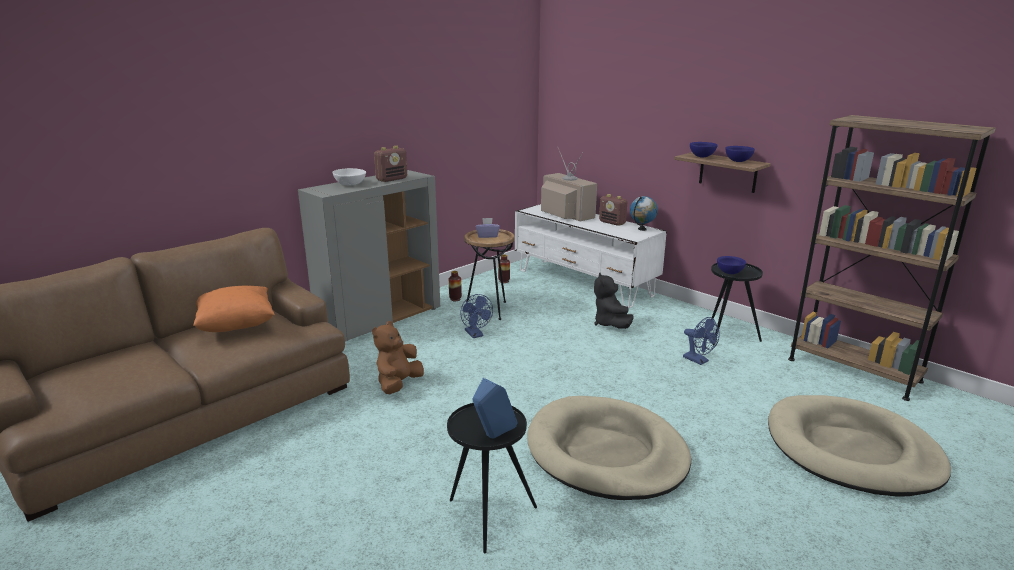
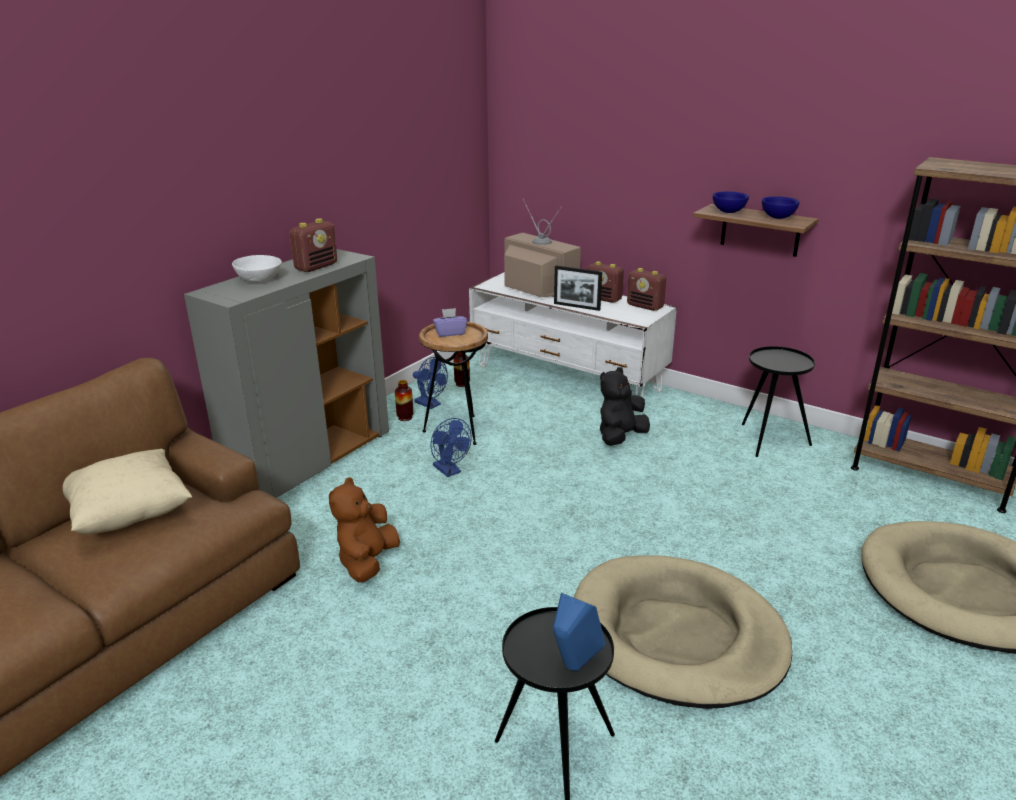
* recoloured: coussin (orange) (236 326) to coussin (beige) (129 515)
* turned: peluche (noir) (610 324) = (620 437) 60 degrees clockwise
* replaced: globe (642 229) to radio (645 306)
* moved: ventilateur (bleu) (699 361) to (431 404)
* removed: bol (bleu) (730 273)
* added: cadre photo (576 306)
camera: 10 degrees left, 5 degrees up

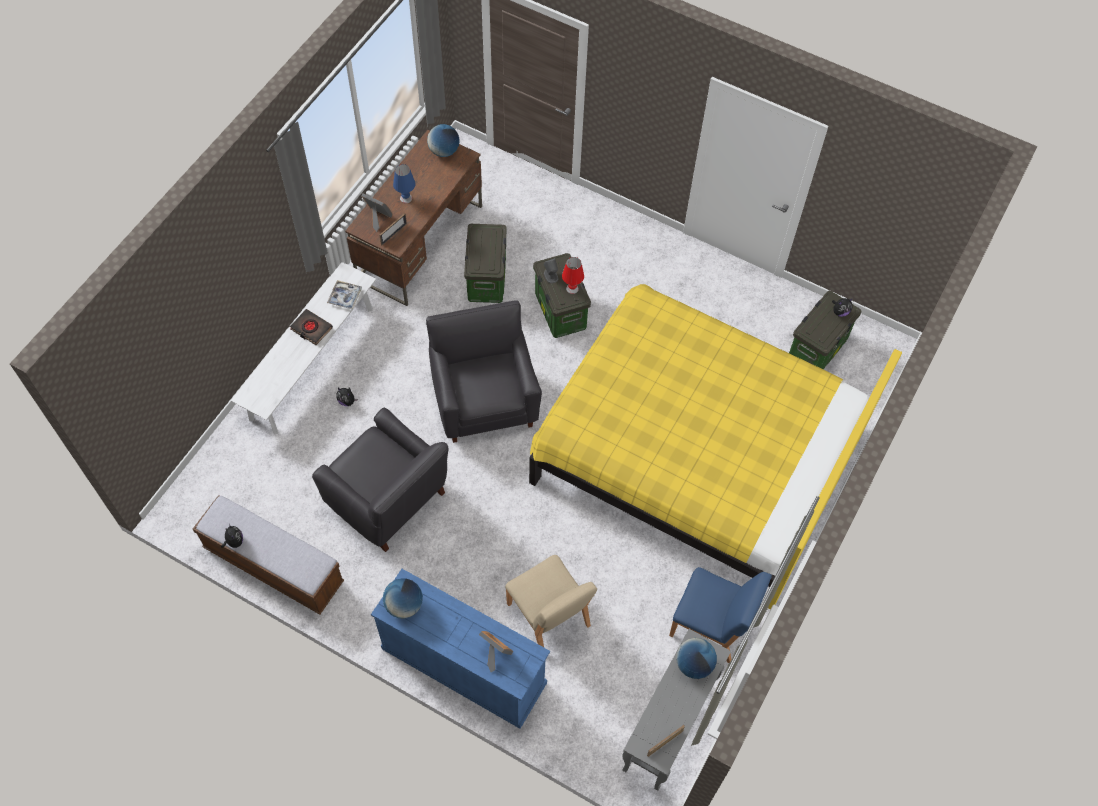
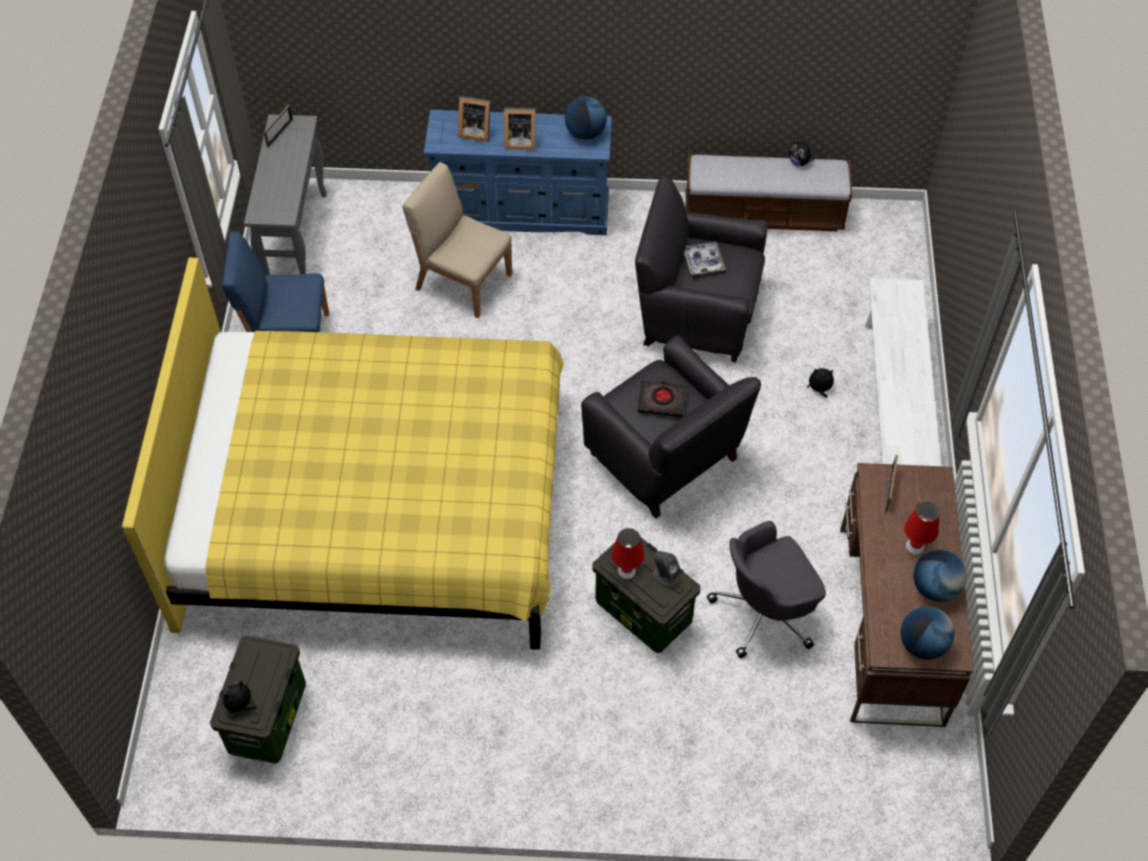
* moved: livre (noir) (311 329) to (662 401)
* moved: plateau (345 297) to (703 261)
* moved: cadre photo (377 218) to (519 141)
* recoloured: lampe de table (bleu) (406 198) to lampe de table (rouge) (914 546)
* replaced: boîte de rangement (487 280) to chaise de bureau (gris) (765 612)
* moved: globe (694 664) to (934 588)
camera: 155 degrees right, 5 degrees down

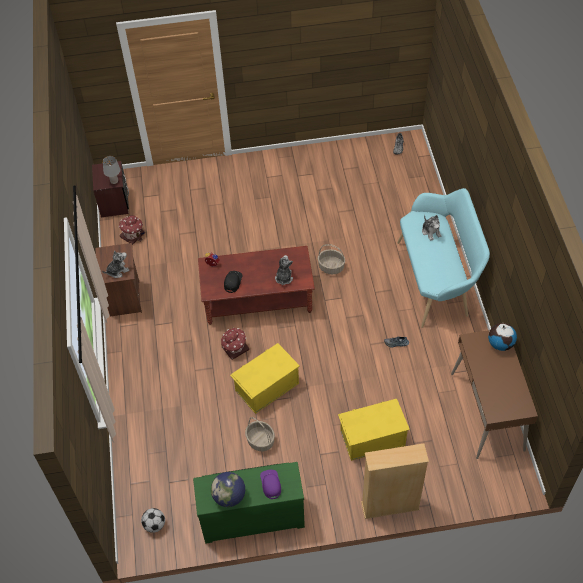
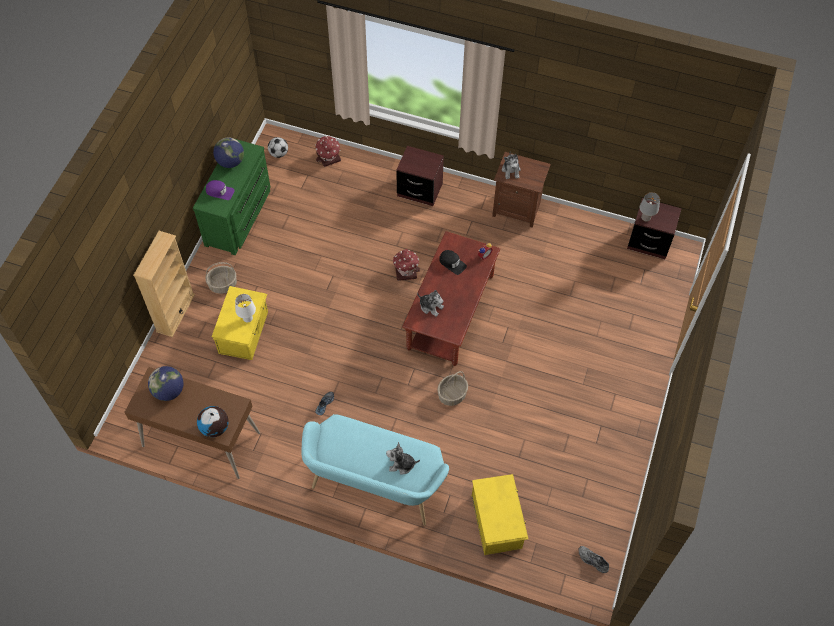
* moved: maison miniature (133 235) to (328 157)
* moved: boîte de rangement (jaune) (266 386) to (497 521)
* moved: panier (260 440) to (223 284)
* added: globe (169 391)
* added: lampe de table (blanc) (248 319)
* added: table de chevet (marron) (419 190)
camera: 115 degrees right, 5 degrees up

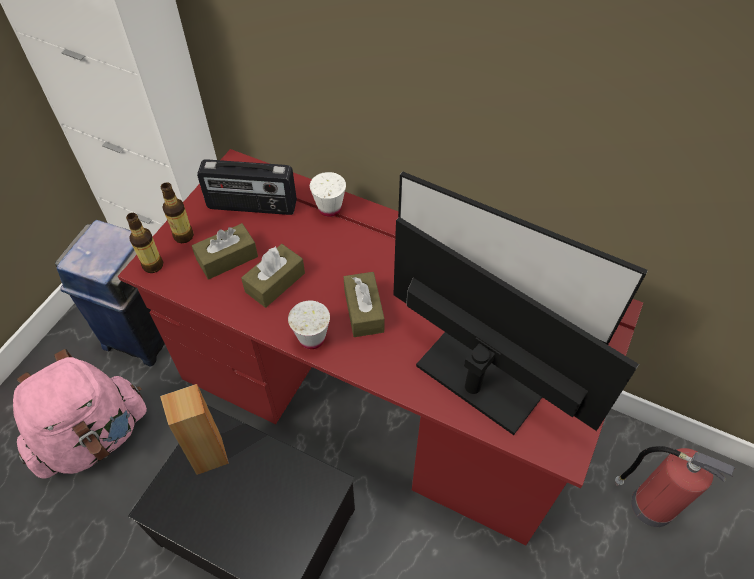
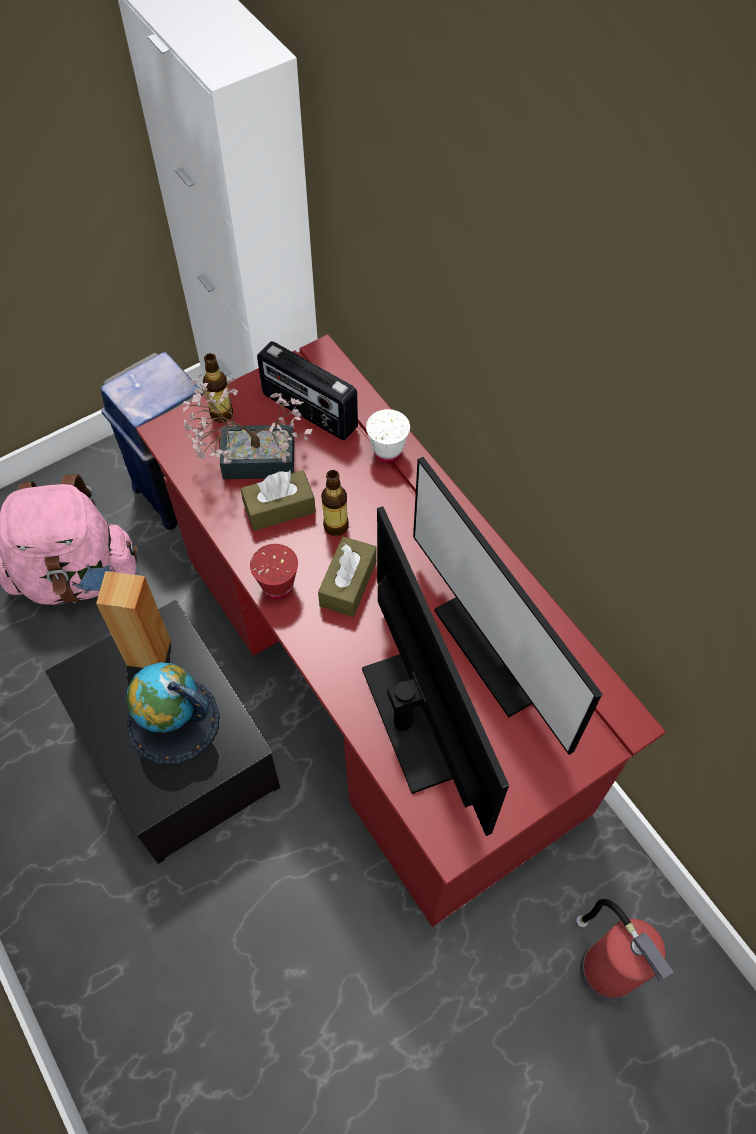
* moved: bouteille (153 265) to (336 526)
* replaced: boîte à mouchoirs (marron) (227 258) to plante en pot (249 459)
* recoloured: tasse (blanc) (312 338) to tasse (rouge) (277 586)
* added: globe (173 721)
camera: 30 degrees right, 5 degrees up

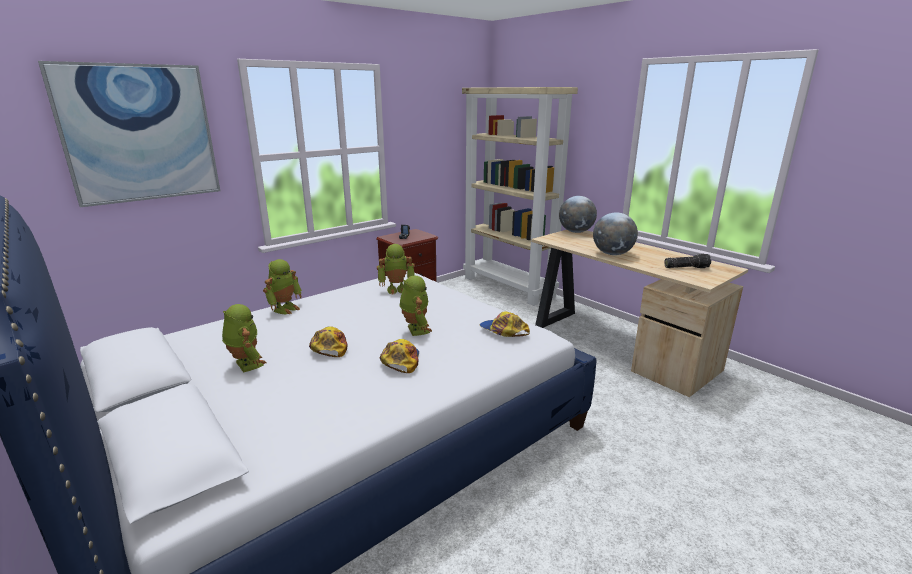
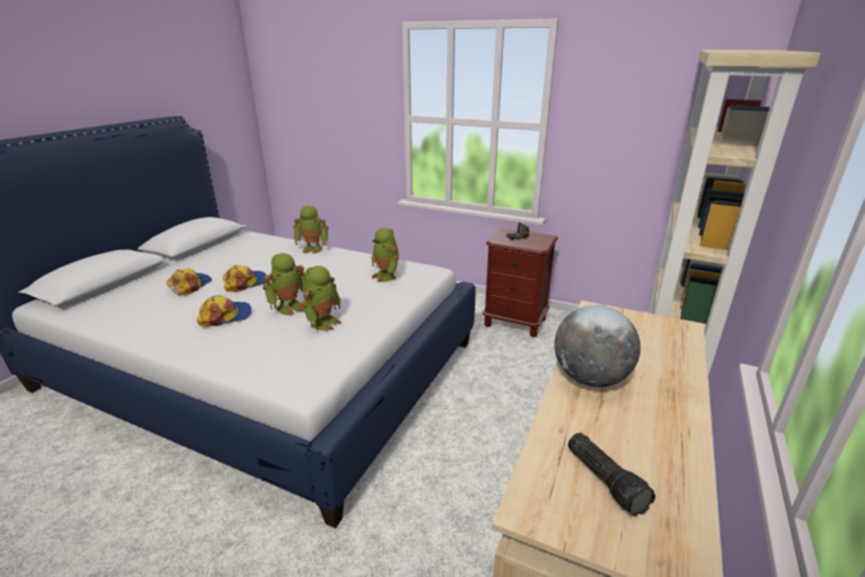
* removed: tableau (139 134)
* moved: robot jouet (246 364) to (323 322)
* moved: casquette (503 331) to (190 285)
* removed: globe (576 232)
camera: 65 degrees right, 5 degrees up

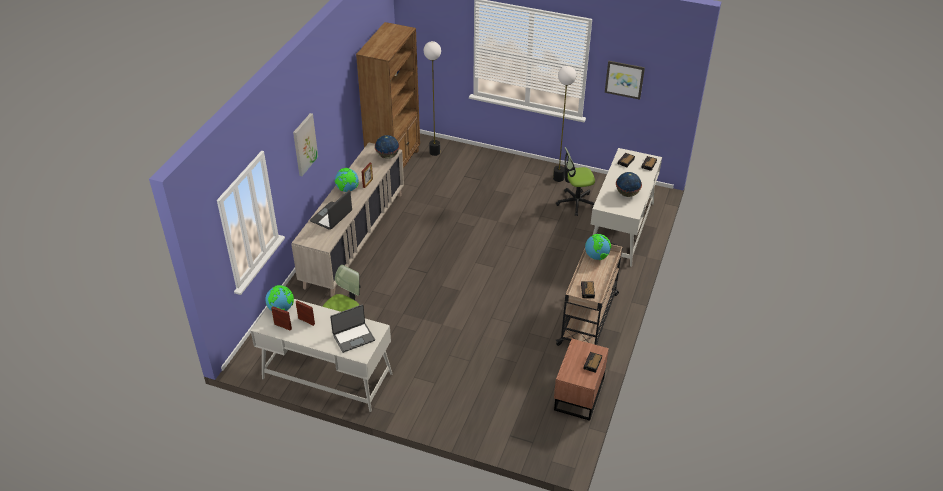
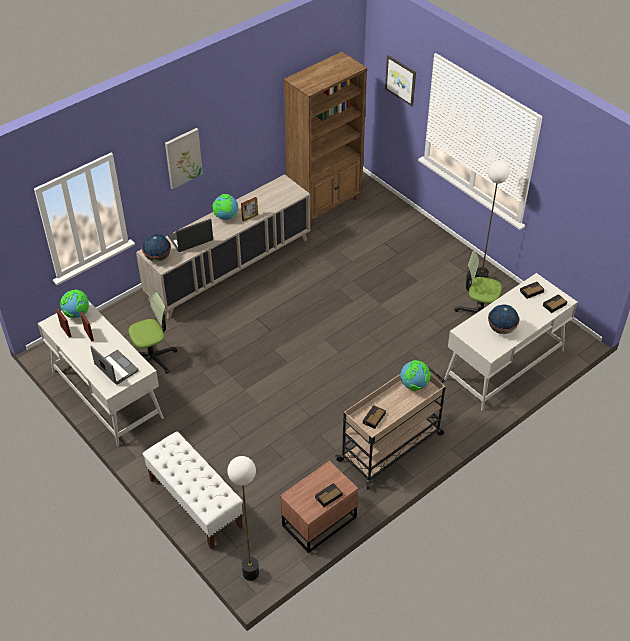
* turned: ordinateur portable (353 337) = (116 368) 135 degrees counterclockwise
* moved: globe (387 156) to (157 257)
* moved: lampadaire (434 152) to (250 573)
* moved: tableau (624 79) to (401 80)
* added: banc (blanc) (195 503)
camera: 30 degrees right, 5 degrees up

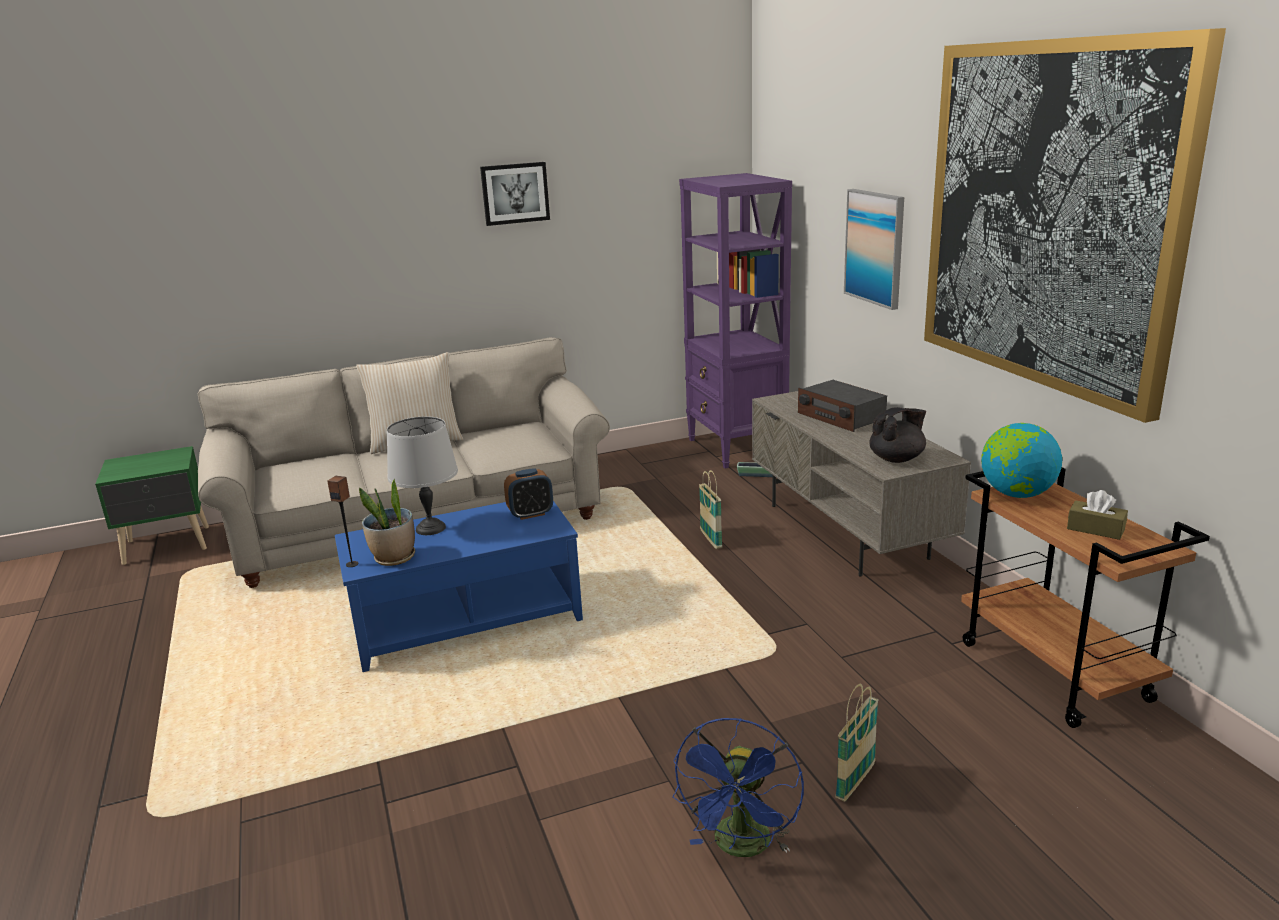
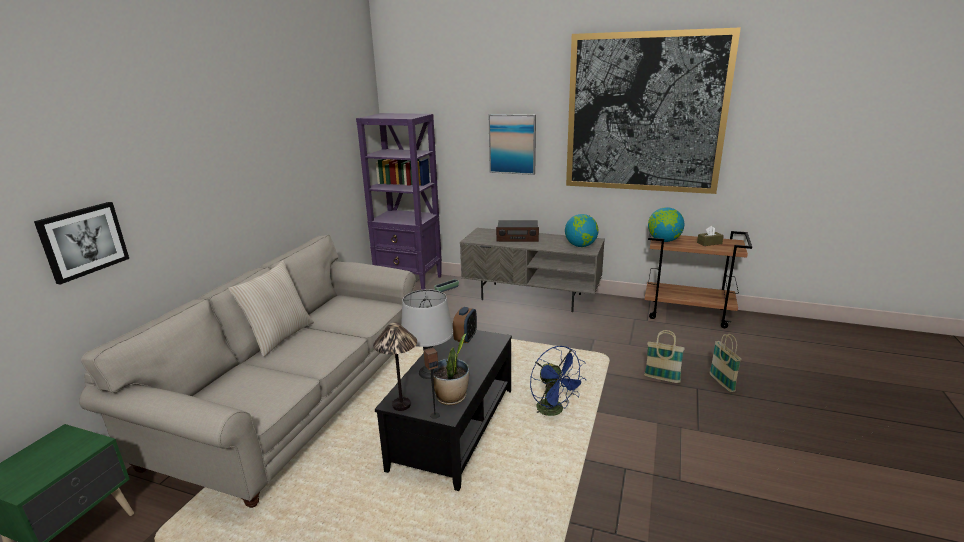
* recoloured: table basse (bleu) (466 620) to table basse (noir) (452 427)
* moved: tableau (515 193) to (83 241)
* moved: ventilateur (bleu) (742 848) to (554 411)
* moved: panier (710 539) to (662 379)
* replaced: théière (noir) (897 459) to globe (581 246)
* added: lampe de table (401 405)
camera: 50 degrees left, 0 degrees up

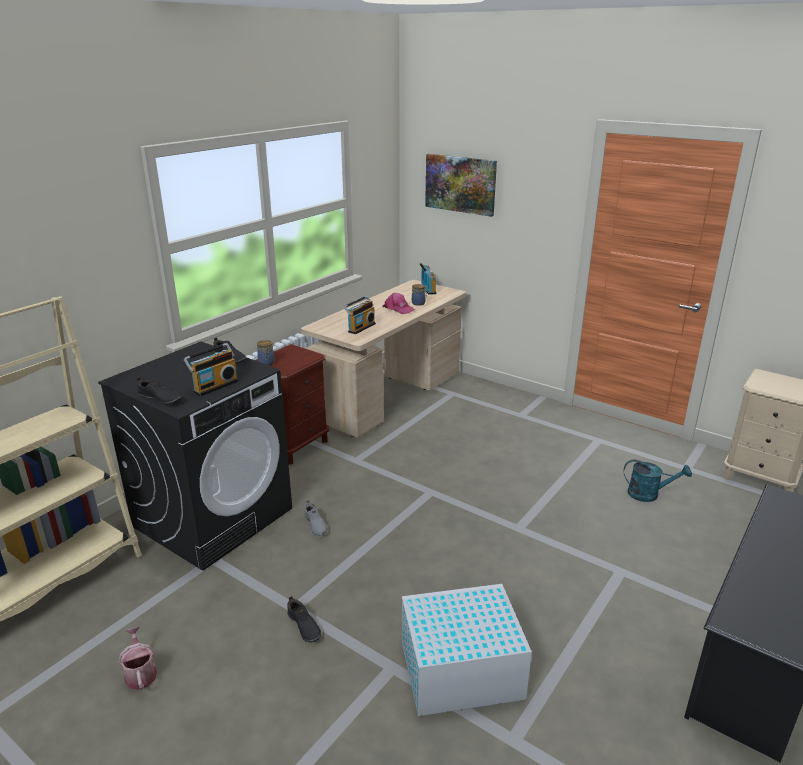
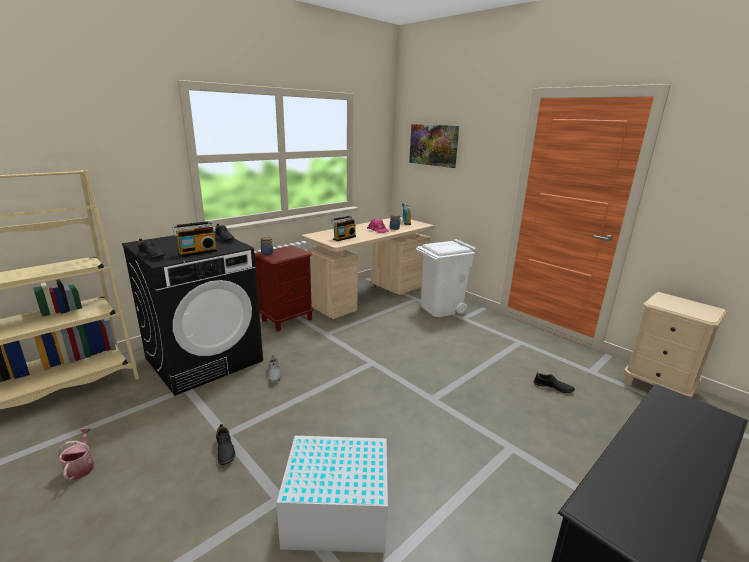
* replaced: arrosoir (turquoise) (649 494) to chaussure (noir) (553 387)
* added: poubelle (blanc) (441 308)
camera: 10 degrees right, 5 degrees down

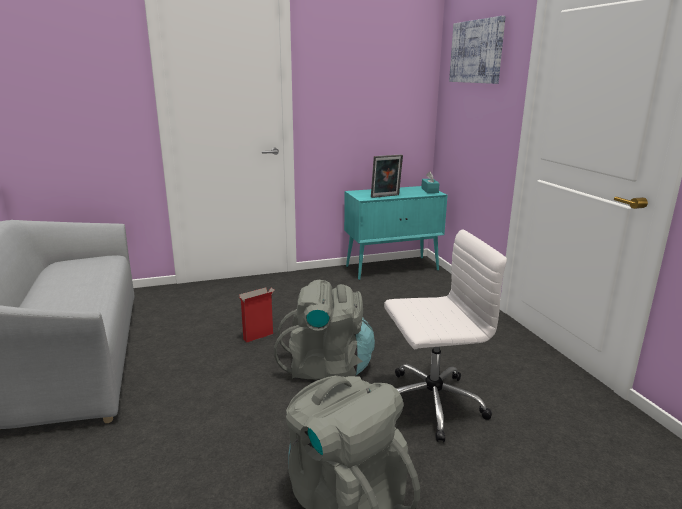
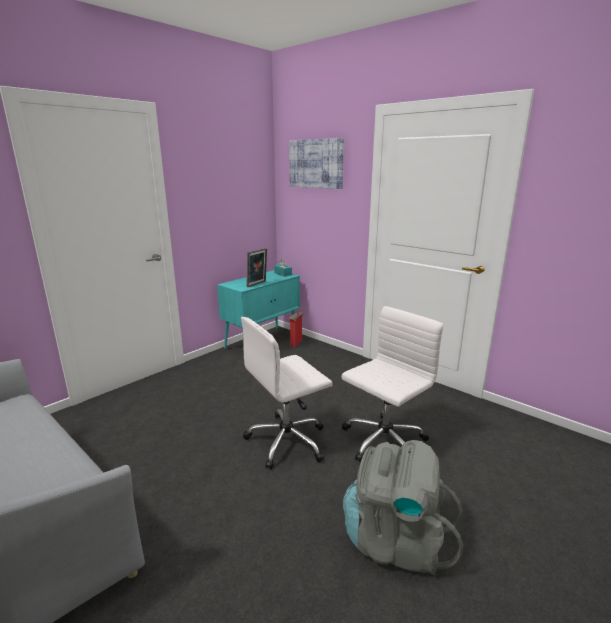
* moved: carton (259 336) to (296 343)
* replaced: sac à dos (gris) (327 367) to chaise de bureau (blanc) (288 441)
camera: 30 degrees left, 0 degrees up

